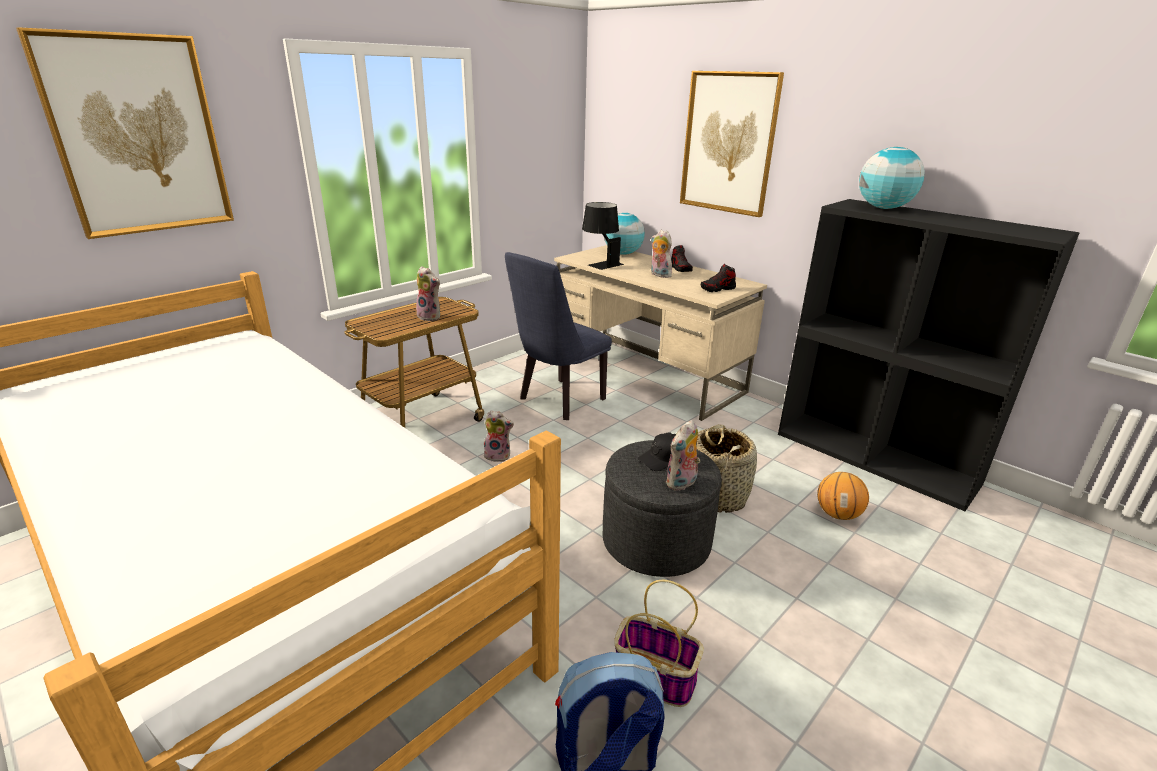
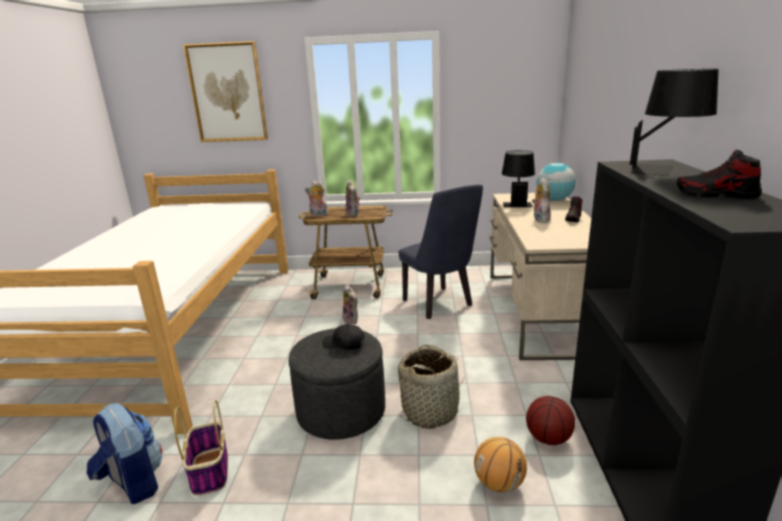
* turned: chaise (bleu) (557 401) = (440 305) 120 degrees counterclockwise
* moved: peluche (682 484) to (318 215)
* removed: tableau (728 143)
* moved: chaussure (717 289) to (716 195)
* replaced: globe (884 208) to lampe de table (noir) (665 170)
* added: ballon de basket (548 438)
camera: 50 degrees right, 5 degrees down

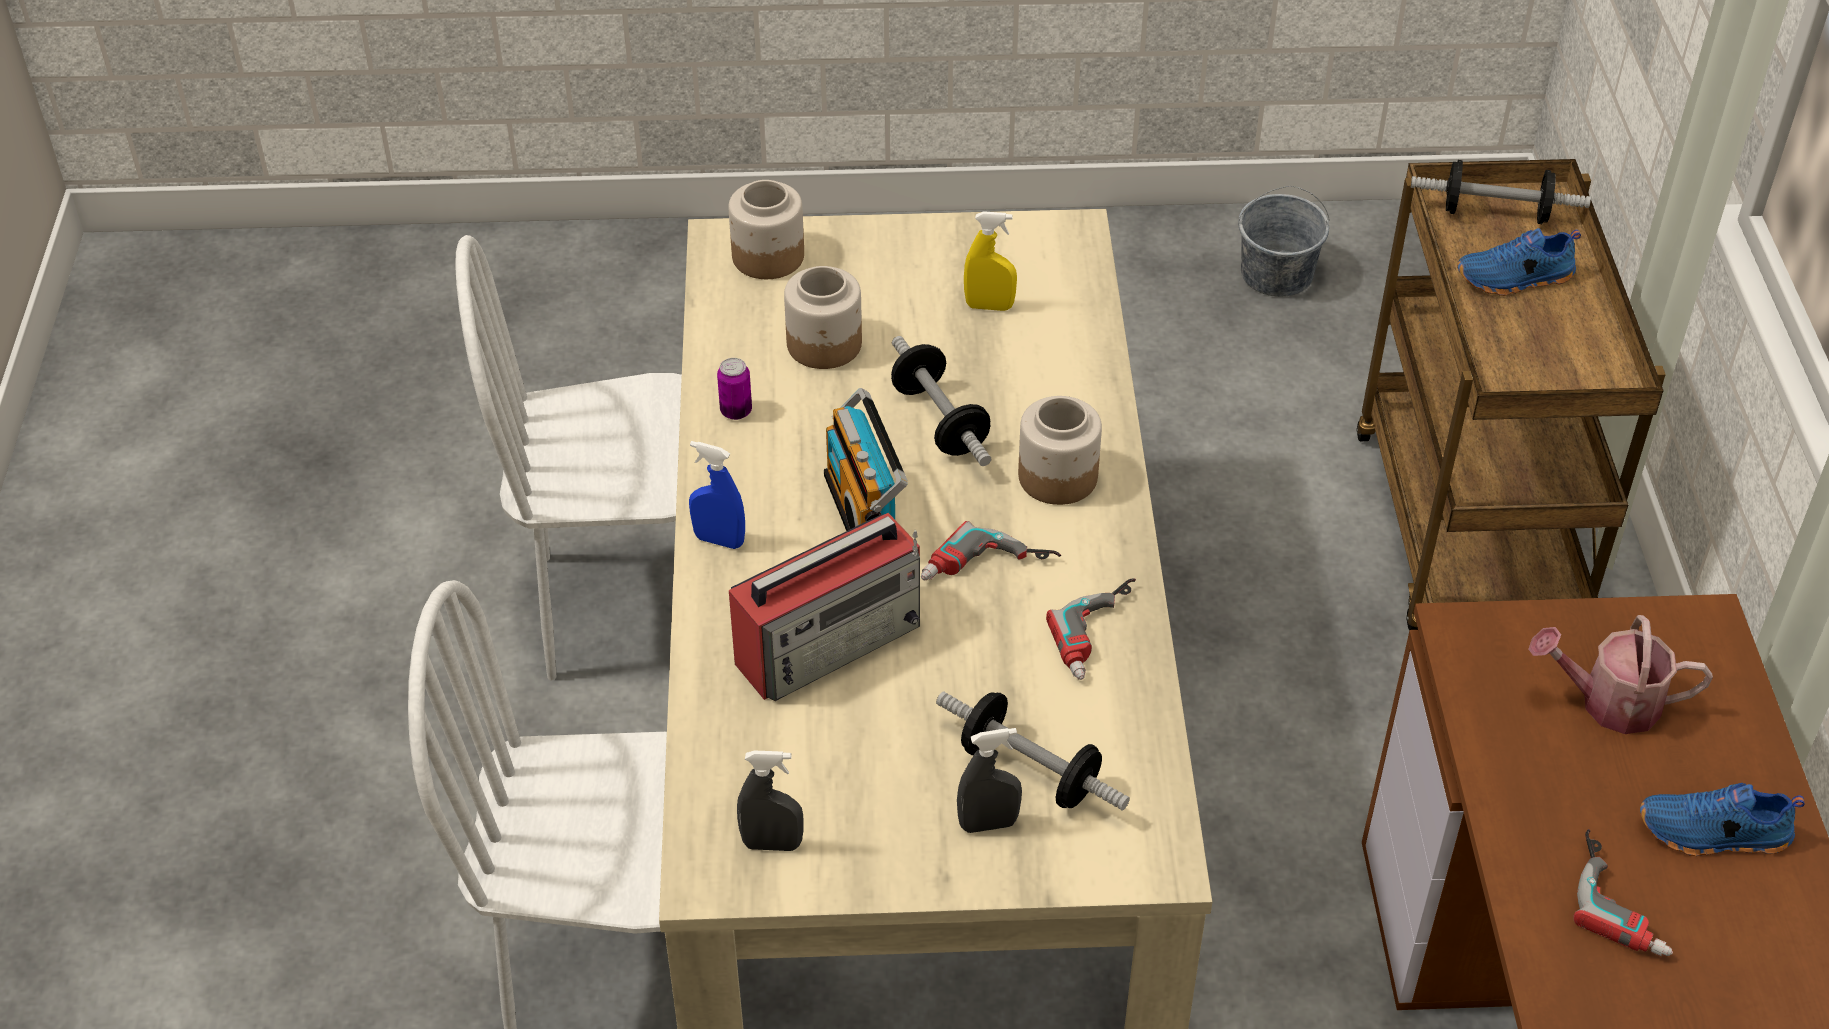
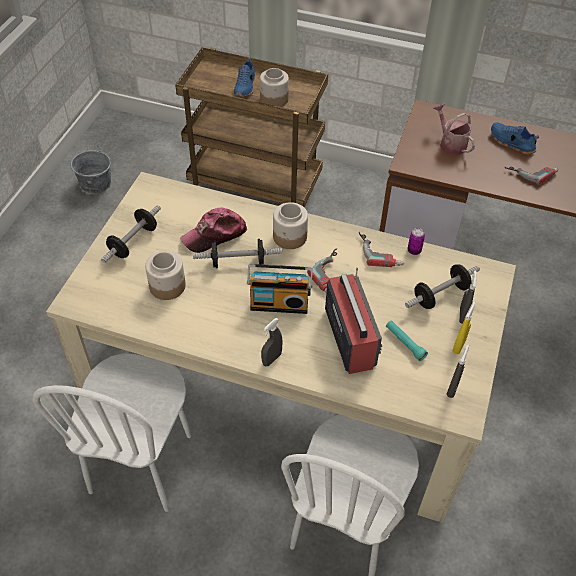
* recoloured: vaporisateur (bleu) (719 540) to vaporisateur (gris) (271 359)
* moved: boîte métallique (736 411) to (414 251)
* moved: bocal (767 256) to (274 99)
* moved: vaporisateur (jaune) (989 306) to (458 346)
* moved: haltère (1495 213) to (133 242)
* turned: arrosoir (1608 703) = (450 143) 120 degrees clockwise
* turned: chaussure (bleu) (1713 835) = (511 143) 105 degrees clockwise
* added: casquette (215 235)
* added: lampe de poche (turquoise) (405 343)
camera: 70 degrees left, 5 degrees up

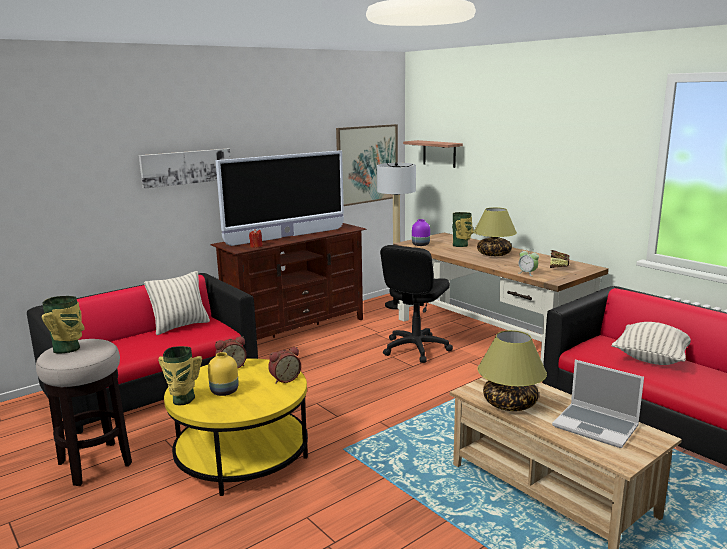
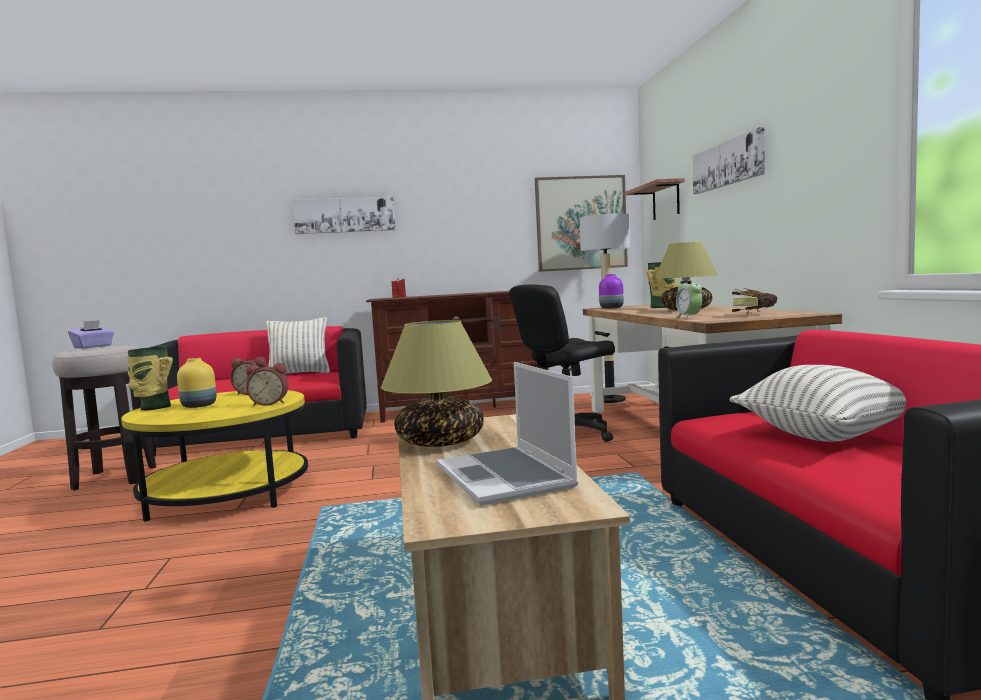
* replaced: vase (68 349) to boîte à mouchoirs (violet) (93 347)
* removed: téléviseur (286 237)
* added: tableau (728 163)
camera: 30 degrees right, 10 degrees down

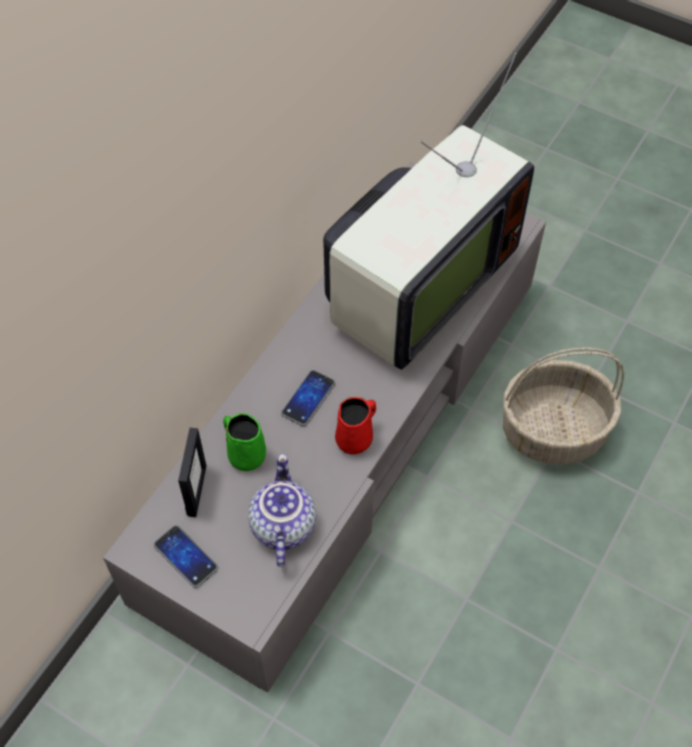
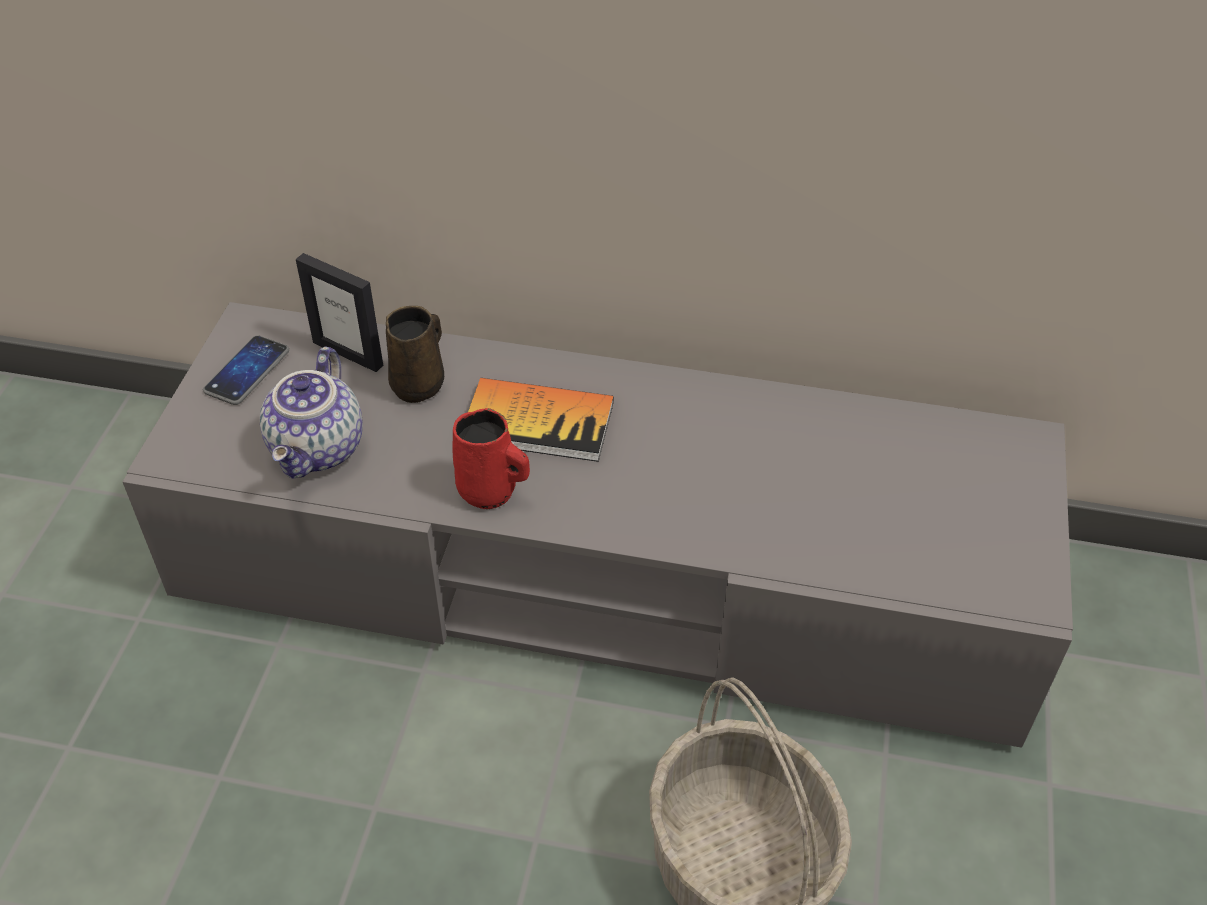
* turned: cadre photo (196 490) = (348 353) 45 degrees clockwise
* recoloured: mug (vert) (245 455) to mug (marron) (420 384)
* turned: théière (281 525) = (319 450) 120 degrees clockwise
* replaced: téléphone (308 398) to livre (538 422)
* removed: téléviseur (415 289)
camera: 70 degrees right, 10 degrees down

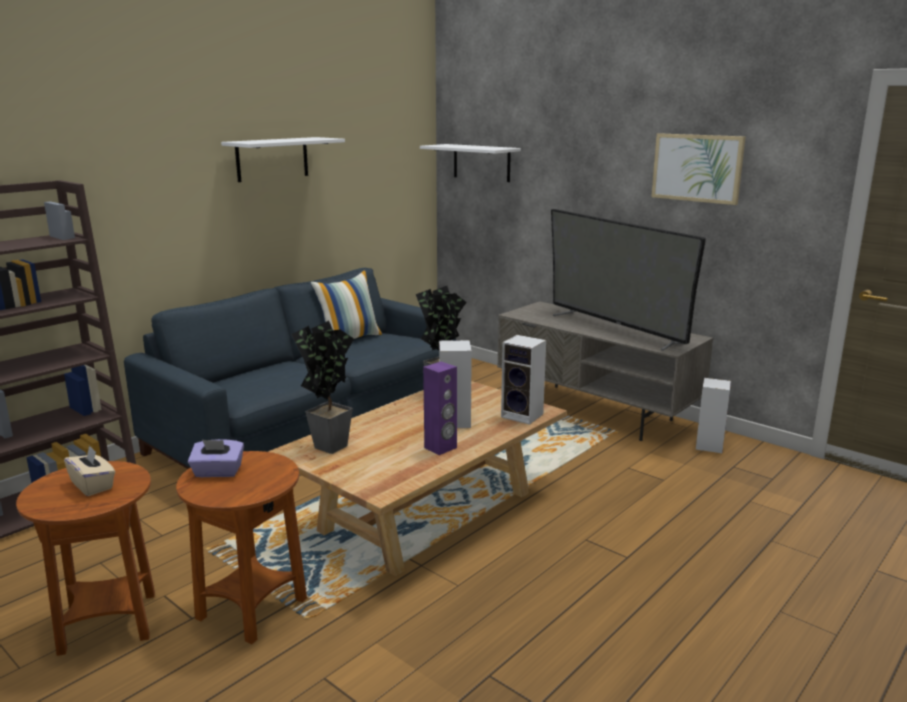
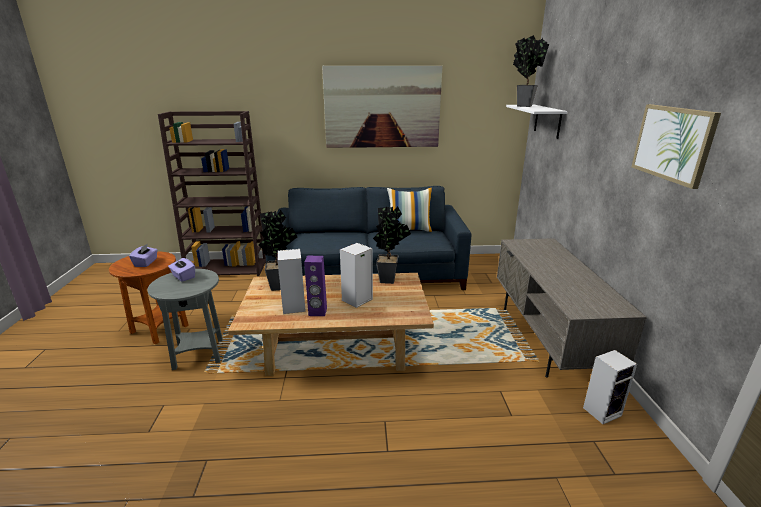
* recoloured: boîte à mouchoirs (beige) (93 485) to boîte à mouchoirs (violet) (146 263)
* recoloured: table d'appoint (marron) (252 609) to table d'appoint (gris) (199 354)
* replaced: étagère (blanc) (272 159) to tableau (382 107)
* moved: enceinte (524 416) to (294 307)
* removed: téléviseur (615 328)
* added: plante en pot (522 106)
camera: 45 degrees right, 5 degrees up

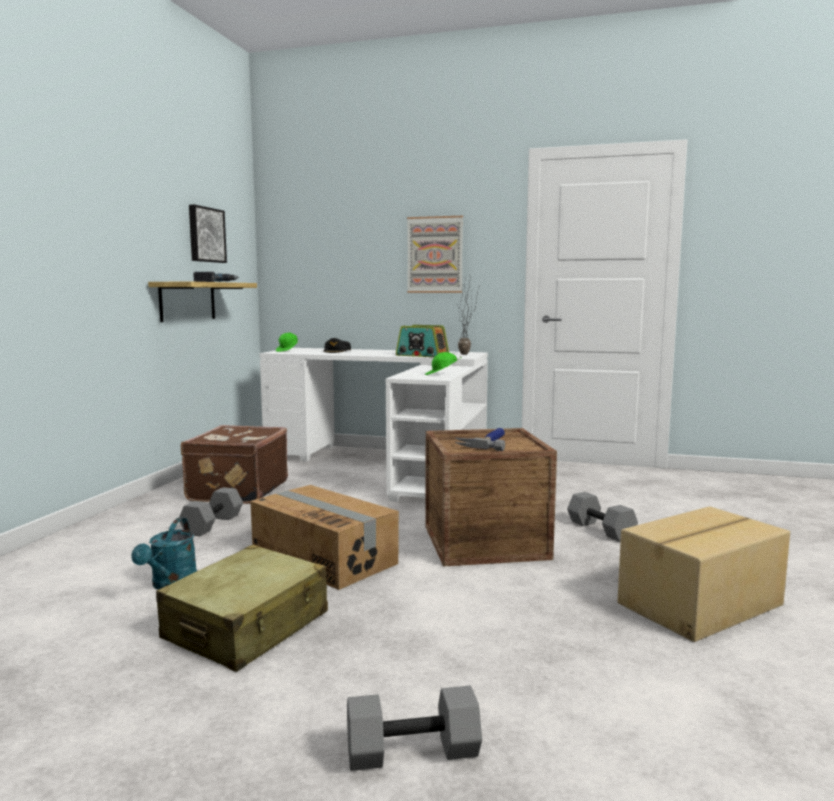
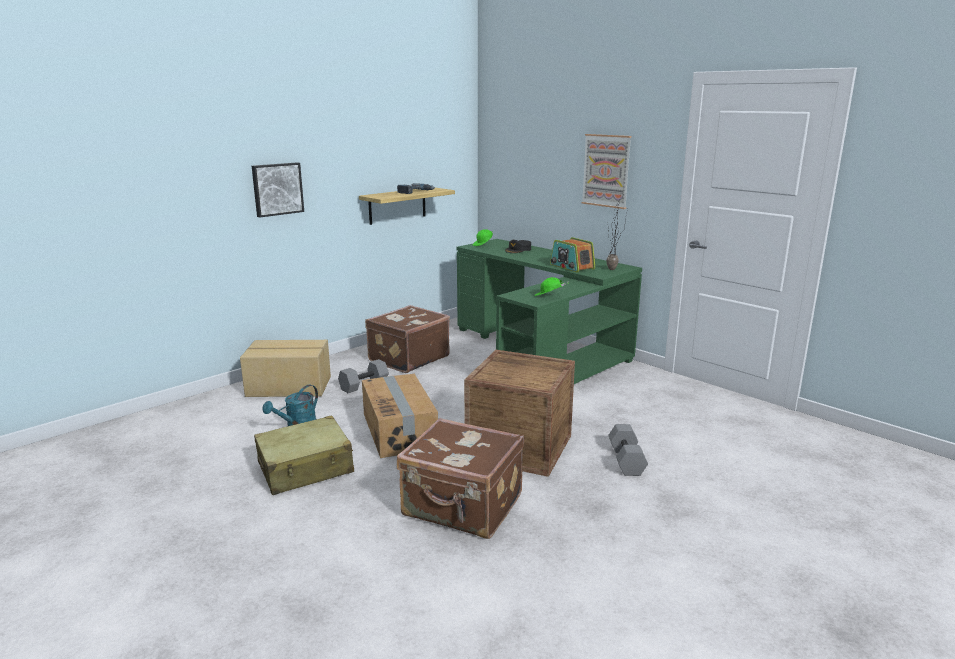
* moved: tableau (205 235) to (277 189)
* recoloured: bureau (blanc) (389 464) to bureau (vert) (542 354)
* removed: haltère (gris) (411 754)
* removed: marteau (487 443)
* moved: carton (702 605) to (289 387)
* added: valise (marron) (462 507)
camera: 30 degrees right, 10 degrees up

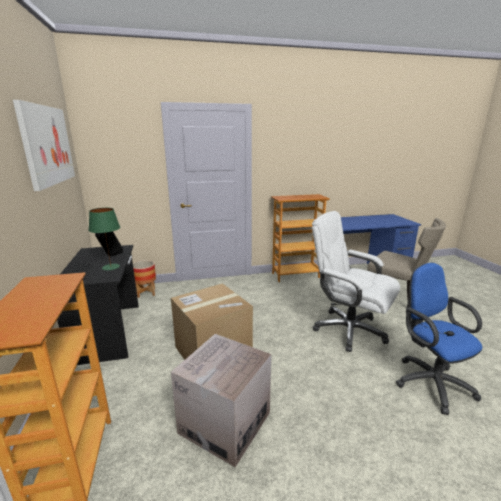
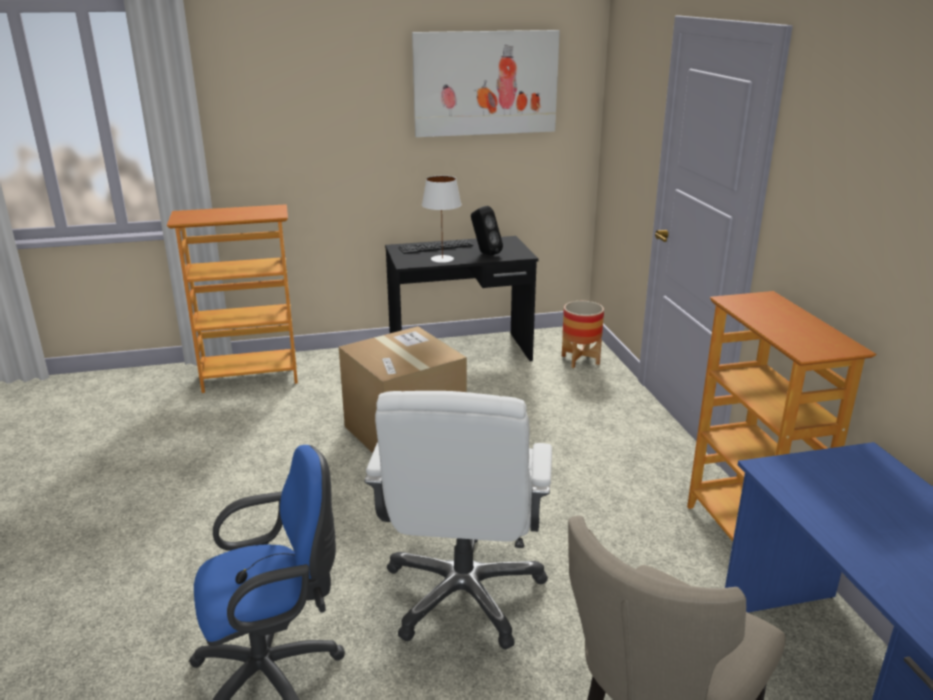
* recoloured: lampe de table (vert) (111 267) to lampe de table (blanc) (442 259)
* removed: carton (225 422)
* turned: chaise de bureau (blanc) (348 330) = (464 594) 150 degrees clockwise
camera: 90 degrees right, 5 degrees up

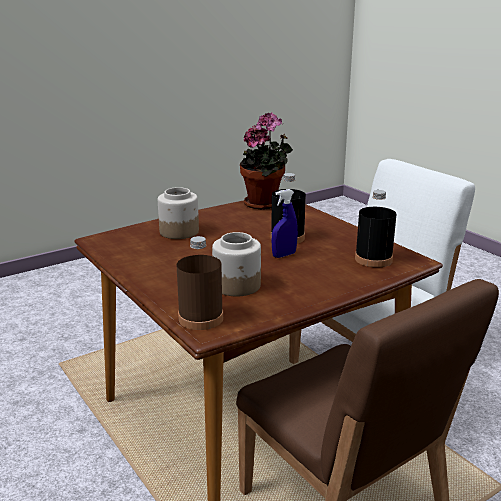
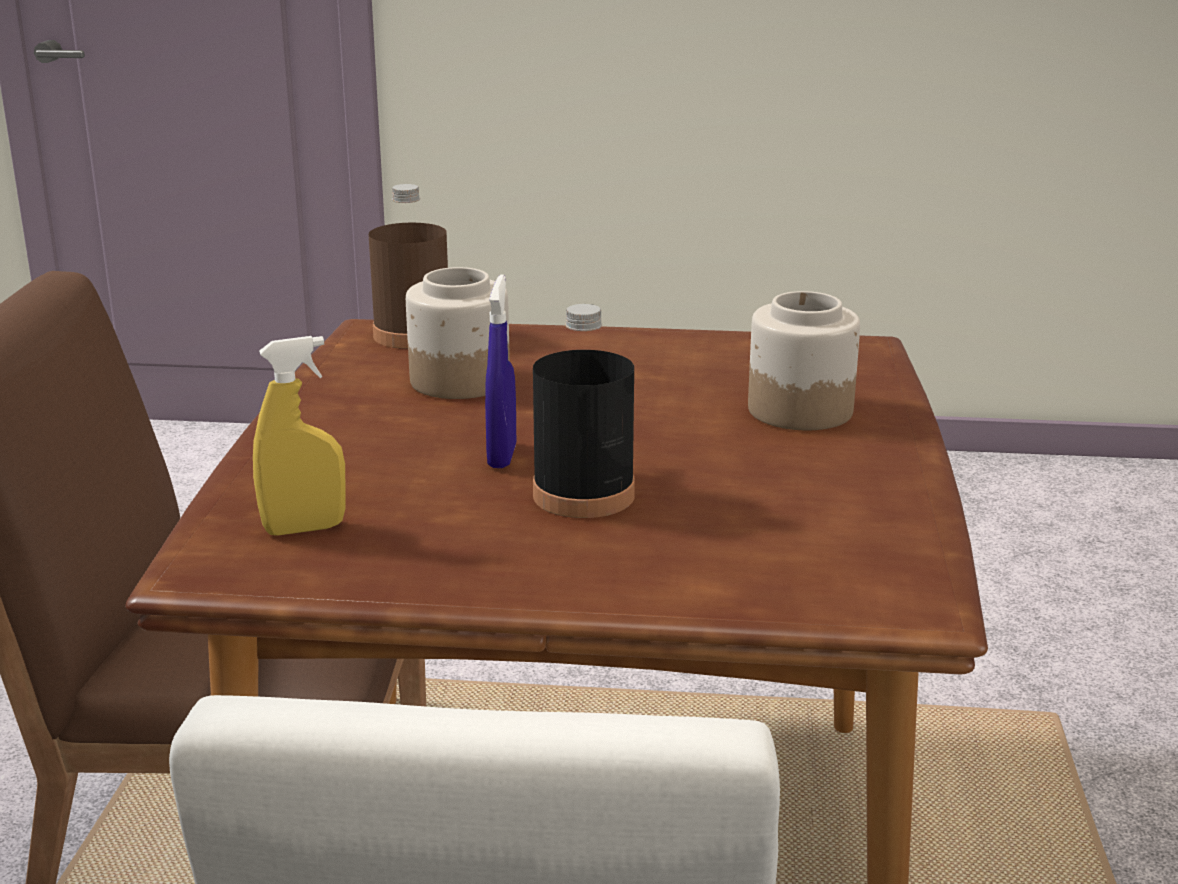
* removed: plante en pot (265 204)
* replaced: bouteille (noir) (373 259) to vaporisateur (jaune) (304 529)
camera: 130 degrees right, 0 degrees up

